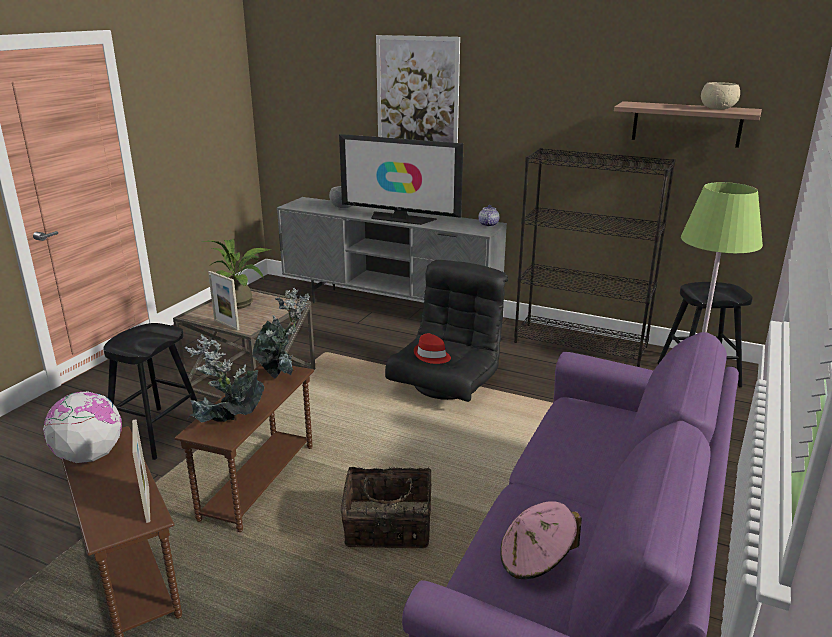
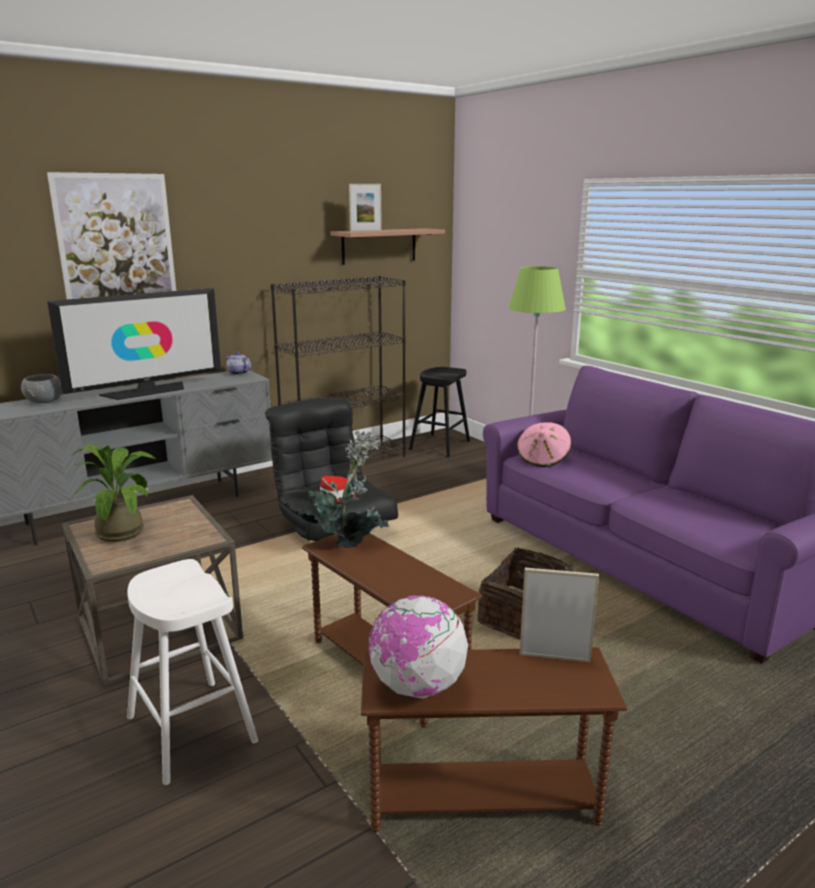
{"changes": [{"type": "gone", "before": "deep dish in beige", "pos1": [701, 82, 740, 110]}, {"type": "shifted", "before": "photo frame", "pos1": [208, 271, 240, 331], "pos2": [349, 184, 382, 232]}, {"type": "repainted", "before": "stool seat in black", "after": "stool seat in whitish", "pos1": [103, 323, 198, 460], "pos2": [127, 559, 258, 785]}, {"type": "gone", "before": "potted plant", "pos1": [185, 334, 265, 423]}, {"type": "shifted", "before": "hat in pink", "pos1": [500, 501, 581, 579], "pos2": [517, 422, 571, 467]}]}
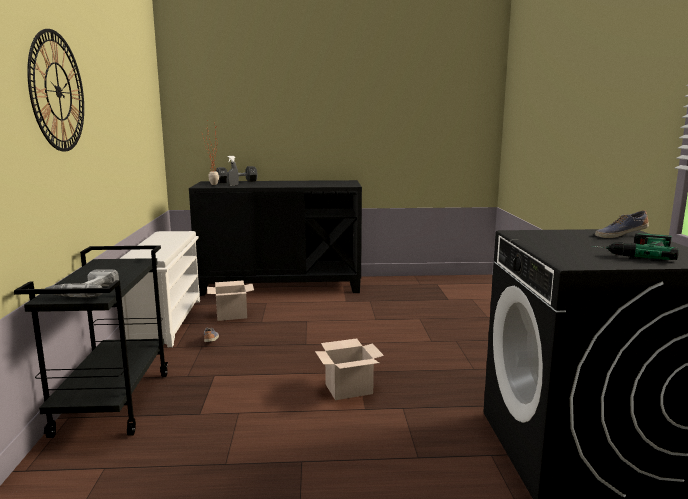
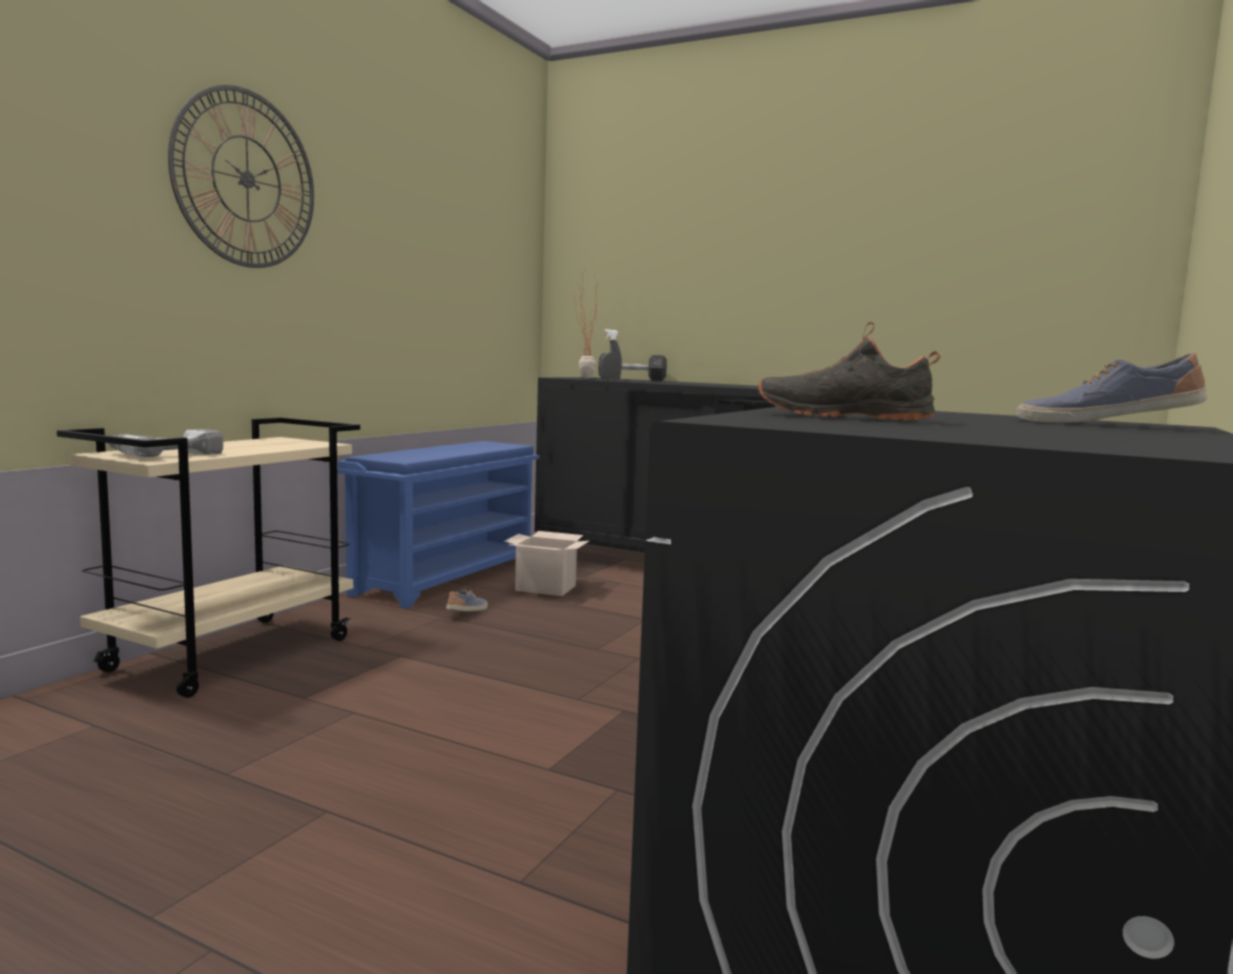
{"changes": [{"type": "repainted", "before": "shoe rack in whitish", "after": "shoe rack in blue-coloured", "pos1": [119, 231, 200, 347], "pos2": [337, 441, 540, 609]}, {"type": "gone", "before": "electric drill", "pos1": [592, 233, 679, 260]}, {"type": "repainted", "before": "cart in black", "after": "cart in beige", "pos1": [14, 245, 168, 438], "pos2": [57, 417, 360, 698]}, {"type": "gone", "before": "carton", "pos1": [315, 338, 384, 400]}, {"type": "new", "after": "item of footwear in black", "pos2": [758, 322, 941, 421]}]}
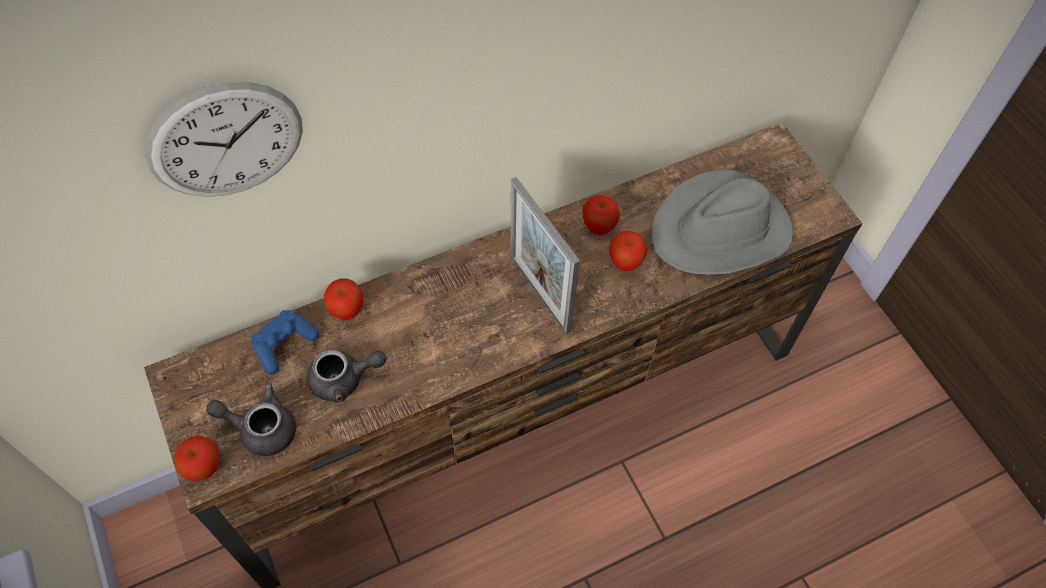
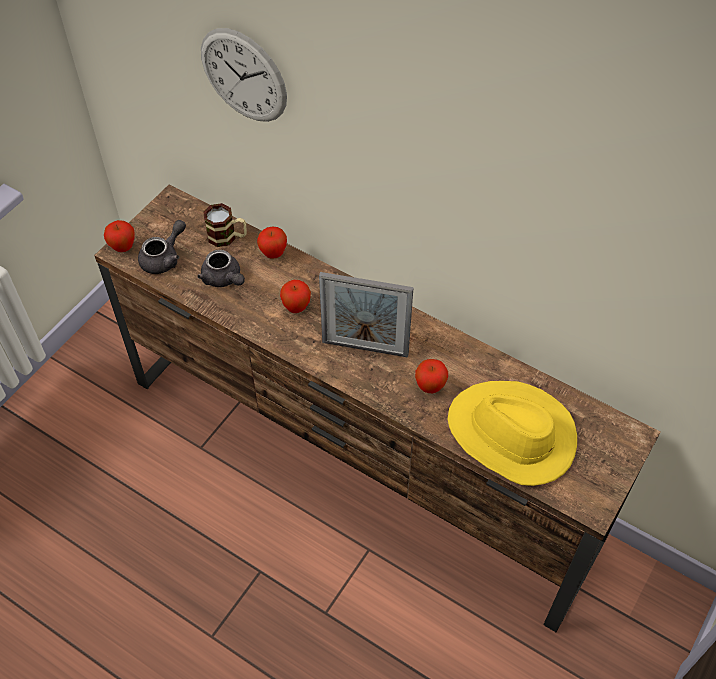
{"changes": [{"type": "repainted", "before": "hat in greyish", "after": "hat in yellow-coloured", "pos1": [651, 170, 793, 275], "pos2": [447, 381, 577, 486]}, {"type": "rotated", "before": "photo frame", "pos1": [510, 177, 580, 334], "pos2": [319, 272, 414, 358], "turn": -105}, {"type": "shifted", "before": "whole apple", "pos1": [582, 195, 620, 235], "pos2": [280, 280, 311, 313]}, {"type": "swapped", "before": "gamepad in blue-coloured", "after": "tea mug", "pos1": [251, 310, 319, 374], "pos2": [203, 203, 247, 247]}, {"type": "rotated", "before": "pot for tea in greyish", "pos1": [206, 383, 296, 456], "pos2": [138, 220, 186, 274], "turn": 60}]}
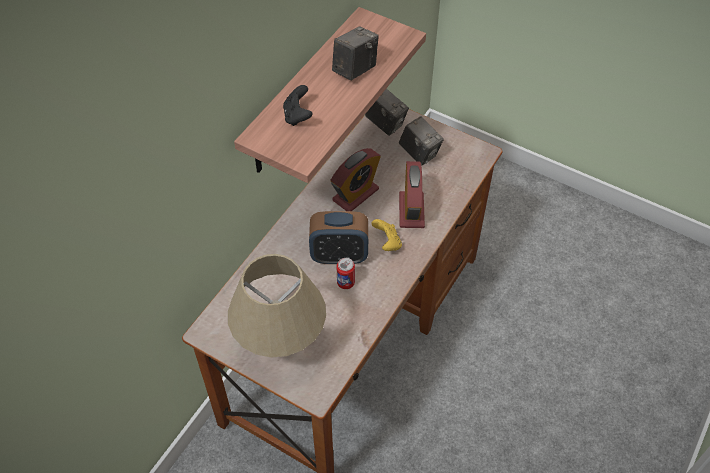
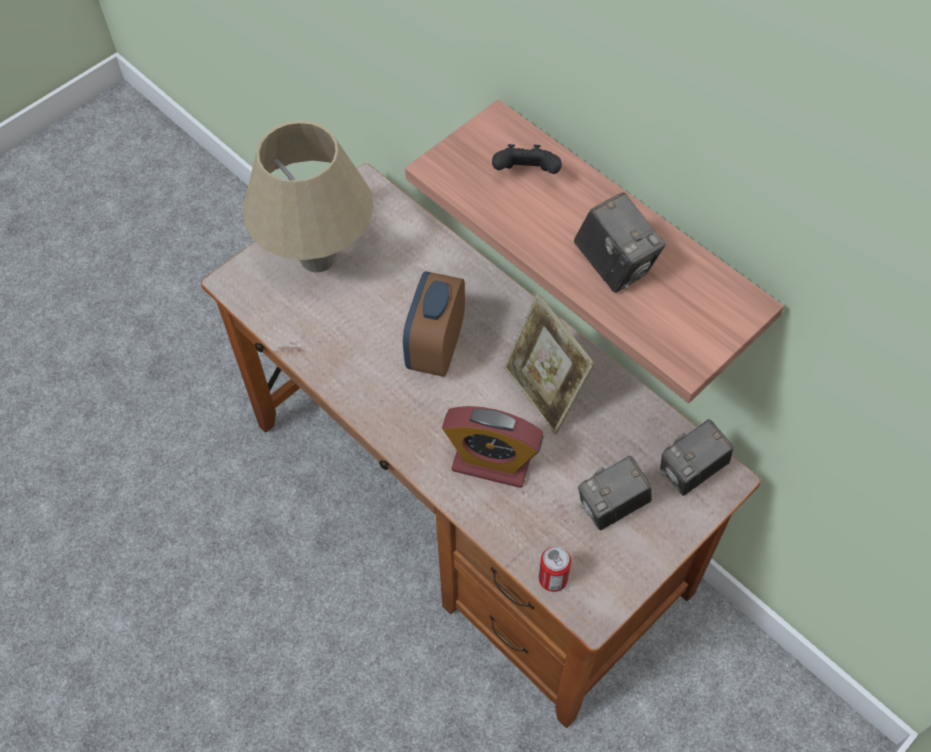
{"changes": [{"type": "swapped", "before": "alarm clock", "after": "photo frame", "pos1": [331, 148, 381, 211], "pos2": [504, 294, 595, 435]}, {"type": "gone", "before": "gamepad in yellow-coloured", "pos1": [371, 219, 402, 251]}, {"type": "shifted", "before": "metal can", "pos1": [337, 258, 355, 289], "pos2": [539, 546, 571, 592]}]}
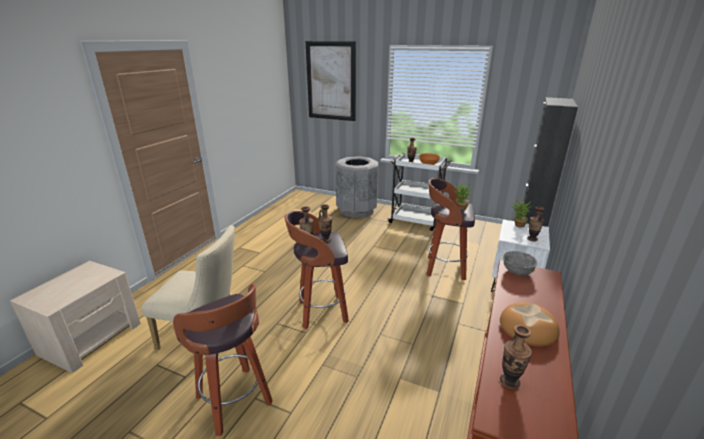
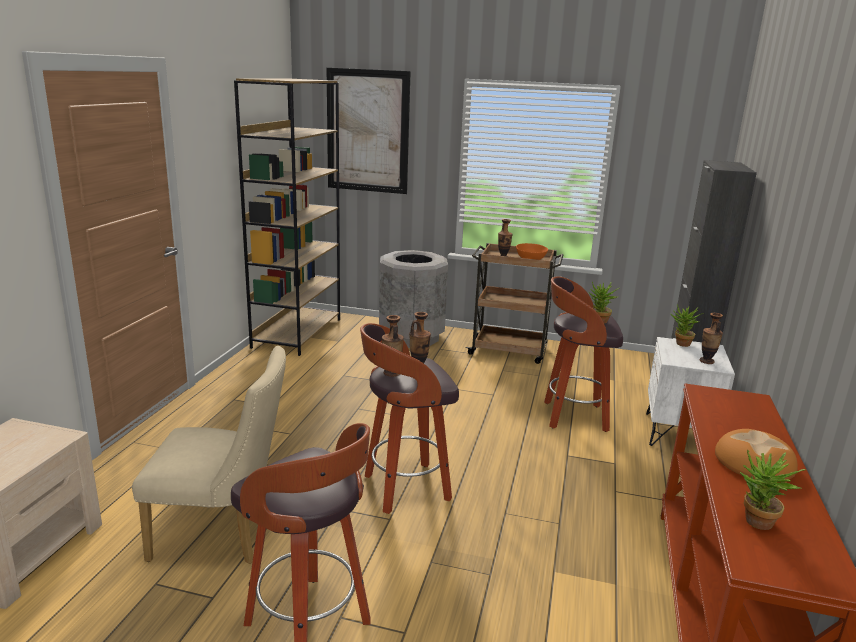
{"changes": [{"type": "repainted", "before": "cart in whitish", "after": "cart in brown-coloured", "pos1": [387, 153, 451, 231], "pos2": [465, 243, 563, 364]}, {"type": "gone", "before": "deep dish in greyish", "pos1": [503, 251, 537, 276]}, {"type": "swapped", "before": "vase", "after": "potted plant", "pos1": [500, 324, 532, 389], "pos2": [740, 450, 806, 530]}, {"type": "new", "after": "bookcase in brown-coloured", "pos2": [234, 78, 340, 356]}]}
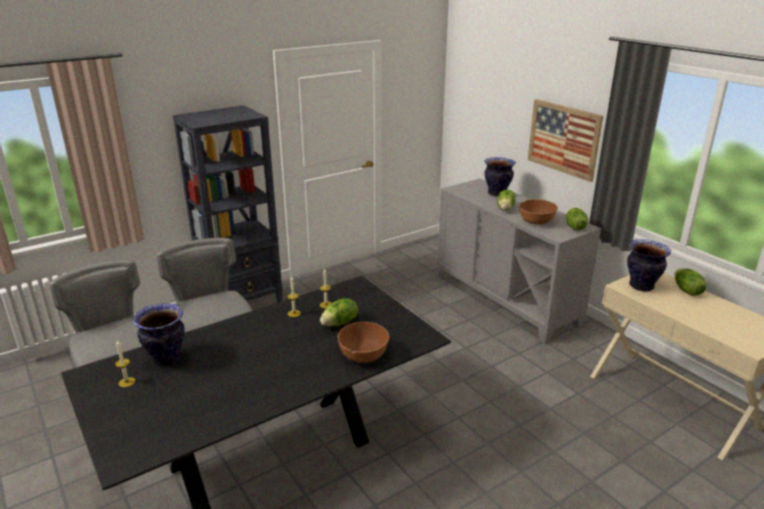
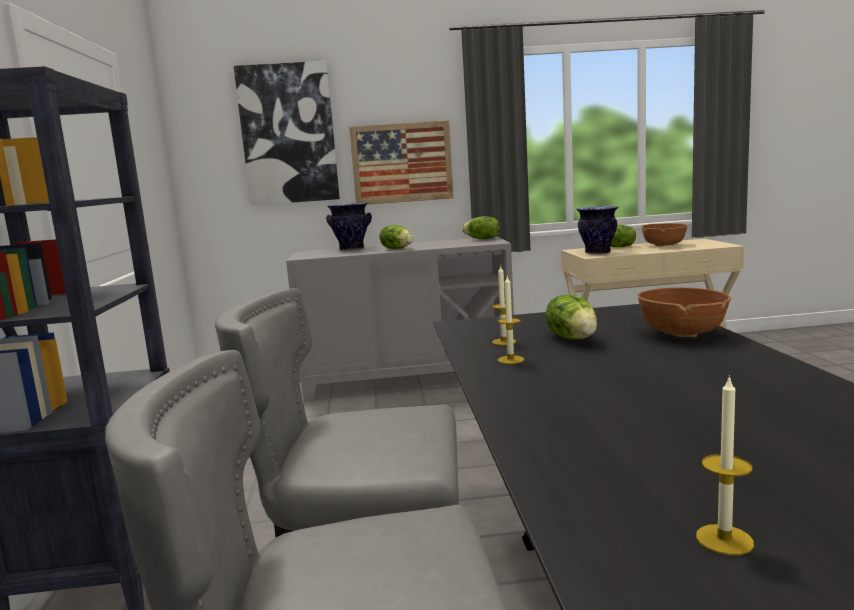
{"changes": [{"type": "shifted", "before": "deep dish in brown-coloured", "pos1": [519, 199, 558, 225], "pos2": [642, 223, 688, 247]}, {"type": "gone", "before": "vase", "pos1": [133, 303, 185, 367]}, {"type": "new", "after": "picture", "pos2": [234, 61, 340, 205]}]}
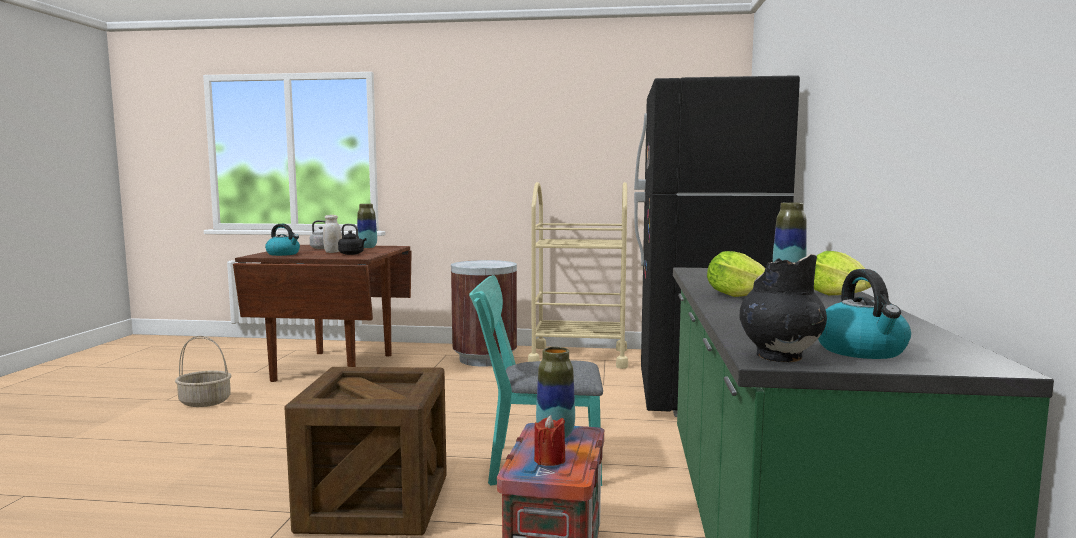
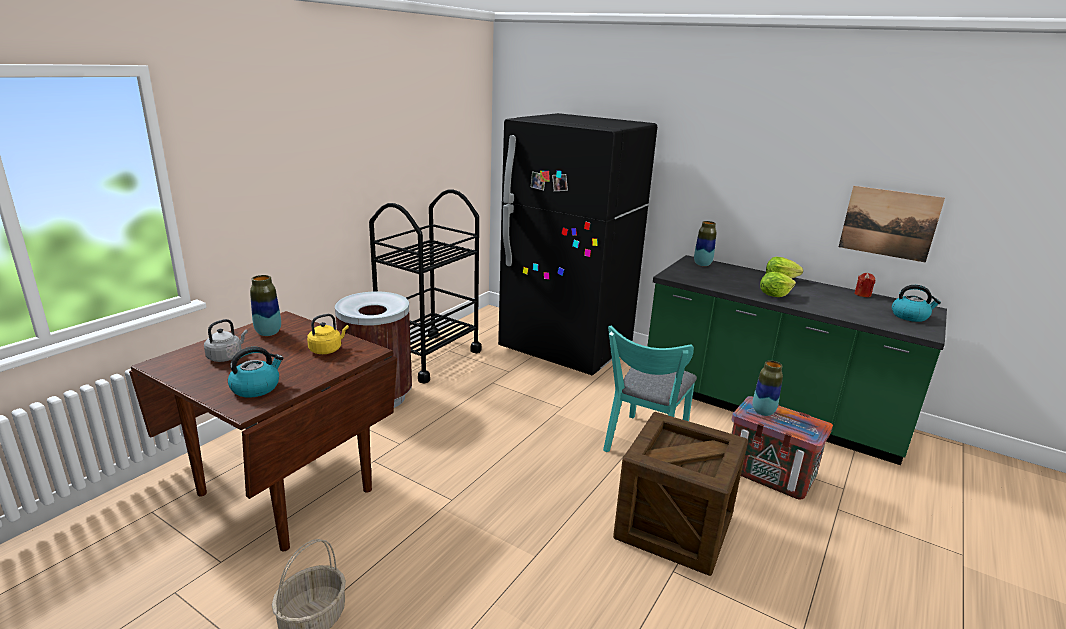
{"changes": [{"type": "repainted", "before": "cart in beige", "after": "cart in black", "pos1": [528, 182, 628, 369], "pos2": [369, 190, 481, 384]}, {"type": "gone", "before": "preserve jar in whitish", "pos1": [323, 215, 341, 253]}, {"type": "repainted", "before": "water kettle in black", "after": "water kettle in yellow-coloured", "pos1": [338, 224, 366, 255], "pos2": [307, 314, 349, 354]}, {"type": "gone", "before": "vase in black", "pos1": [739, 254, 827, 362]}, {"type": "shifted", "before": "candle in reddish", "pos1": [534, 415, 565, 466], "pos2": [854, 273, 876, 297]}, {"type": "new", "after": "picture", "pos2": [839, 186, 945, 263]}]}
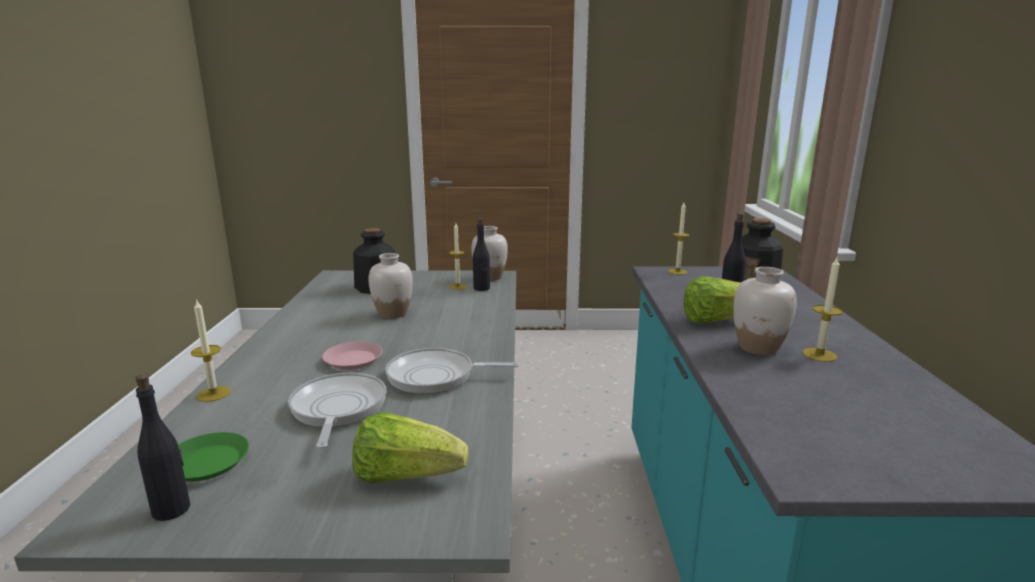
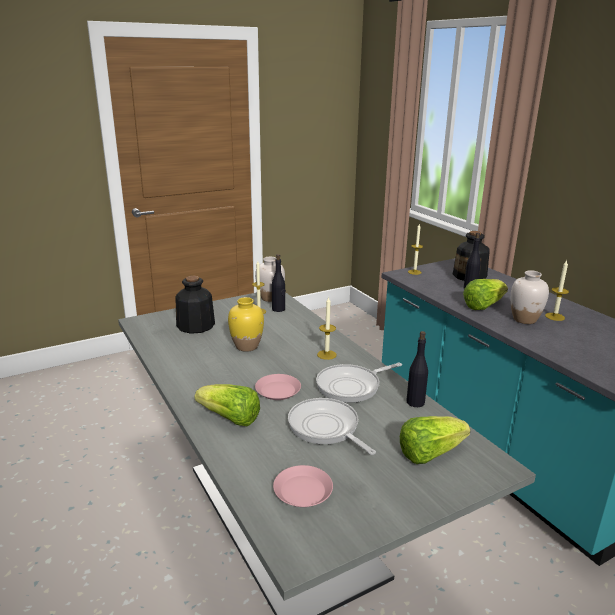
{"changes": [{"type": "repainted", "before": "vase in whitish", "after": "vase in yellow-coloured", "pos1": [368, 253, 413, 319], "pos2": [228, 297, 264, 352]}, {"type": "shifted", "before": "candle", "pos1": [191, 299, 231, 402], "pos2": [317, 296, 336, 360]}, {"type": "shifted", "before": "bottle in black", "pos1": [135, 374, 190, 521], "pos2": [406, 331, 428, 407]}, {"type": "repainted", "before": "dinner plate in green-coloured", "after": "dinner plate in pink", "pos1": [178, 432, 249, 482], "pos2": [273, 465, 333, 507]}, {"type": "new", "after": "lettuce", "pos2": [194, 384, 260, 426]}]}
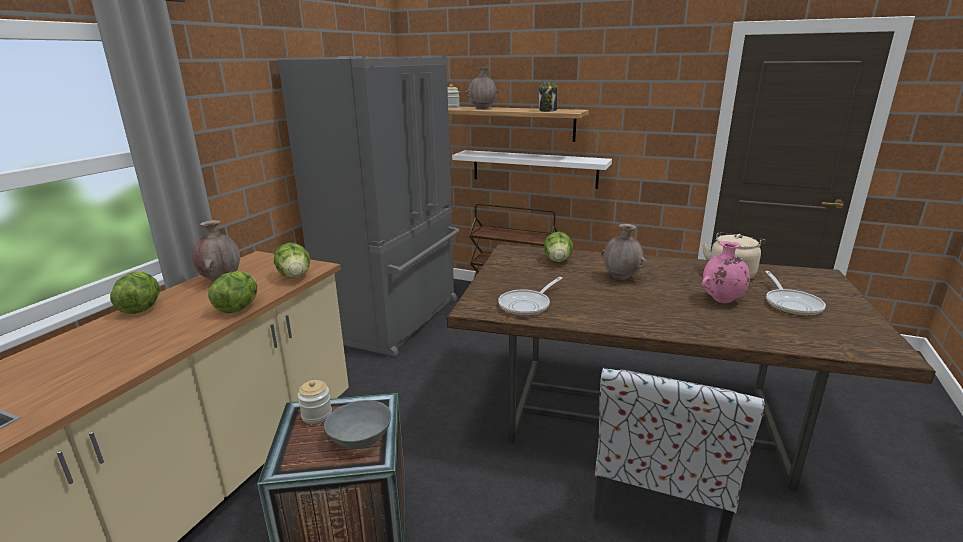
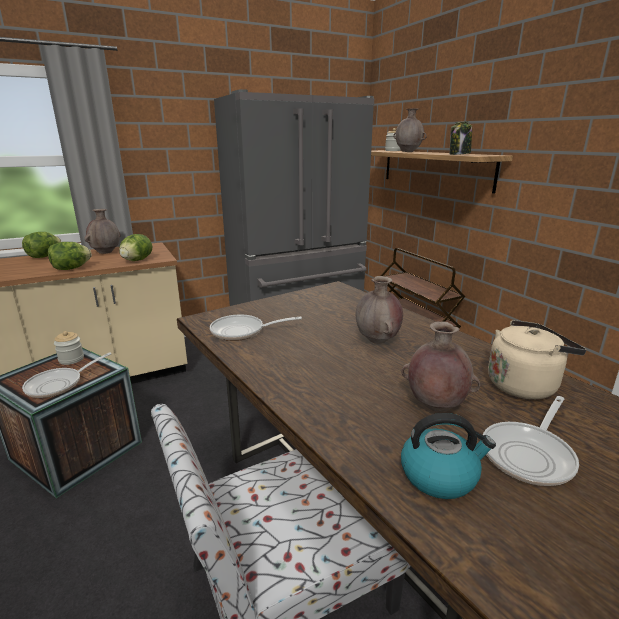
{"changes": [{"type": "gone", "before": "wall shelf in whitish", "pos1": [452, 150, 612, 189]}, {"type": "gone", "before": "lettuce", "pos1": [544, 232, 573, 262]}, {"type": "repainted", "before": "vase in pink", "after": "vase in brown-coloured", "pos1": [702, 241, 750, 303], "pos2": [401, 321, 480, 412]}, {"type": "swapped", "before": "deep dish in greyish", "after": "skillet", "pos1": [324, 400, 391, 449], "pos2": [22, 352, 111, 398]}, {"type": "new", "after": "water kettle", "pos2": [401, 413, 496, 499]}]}
